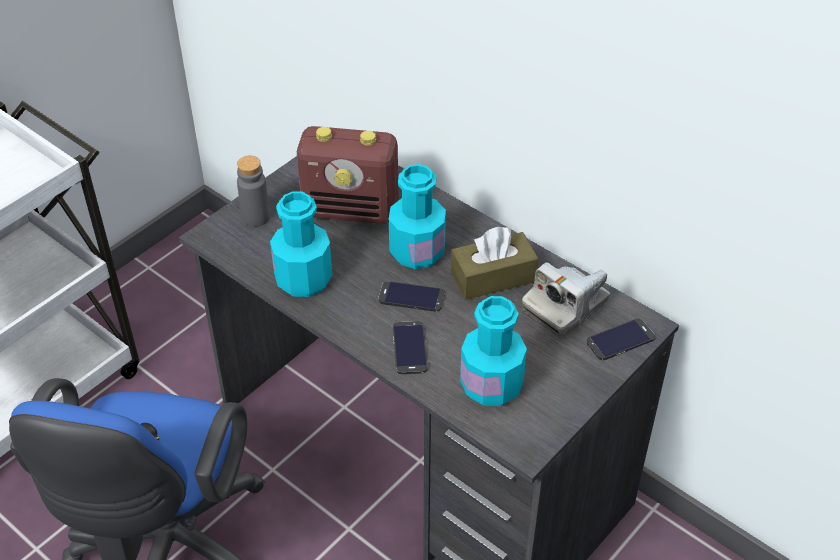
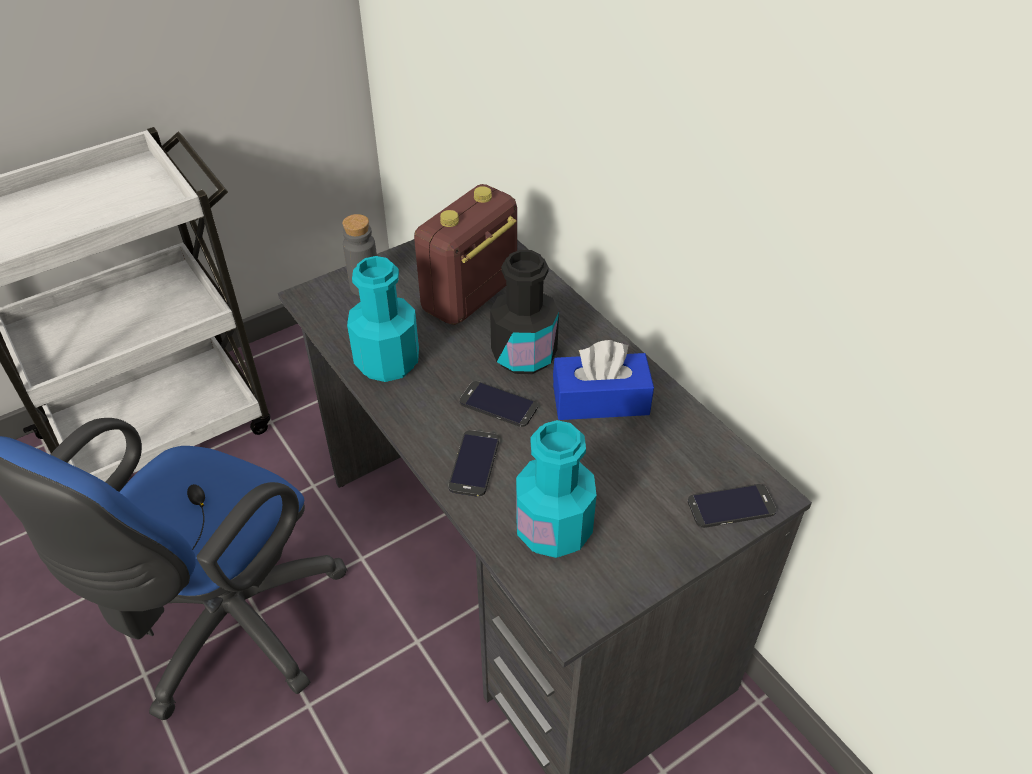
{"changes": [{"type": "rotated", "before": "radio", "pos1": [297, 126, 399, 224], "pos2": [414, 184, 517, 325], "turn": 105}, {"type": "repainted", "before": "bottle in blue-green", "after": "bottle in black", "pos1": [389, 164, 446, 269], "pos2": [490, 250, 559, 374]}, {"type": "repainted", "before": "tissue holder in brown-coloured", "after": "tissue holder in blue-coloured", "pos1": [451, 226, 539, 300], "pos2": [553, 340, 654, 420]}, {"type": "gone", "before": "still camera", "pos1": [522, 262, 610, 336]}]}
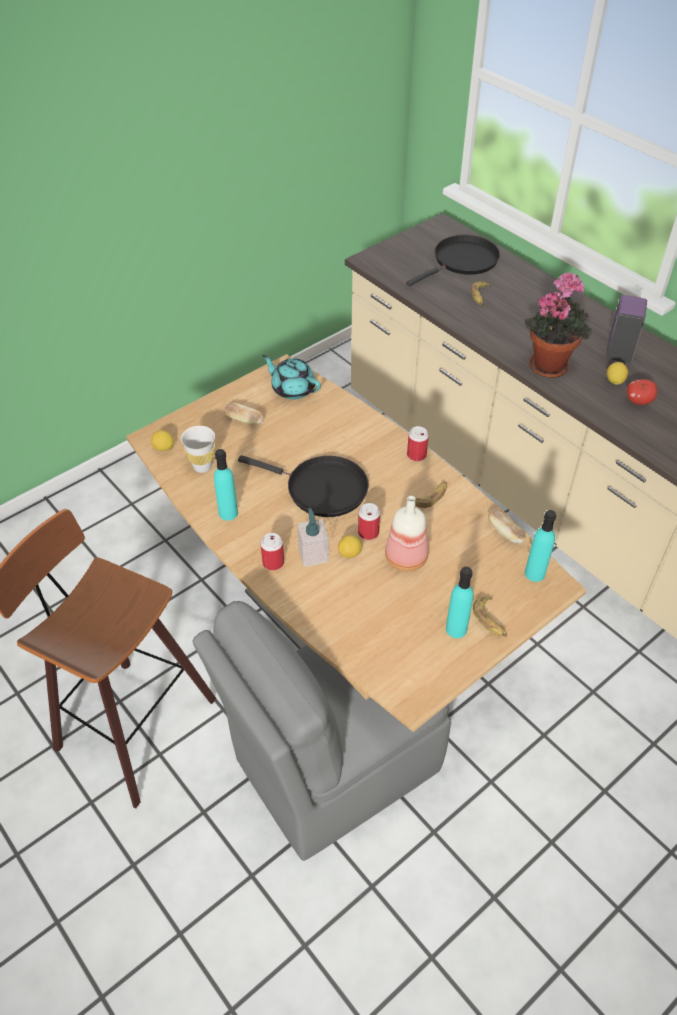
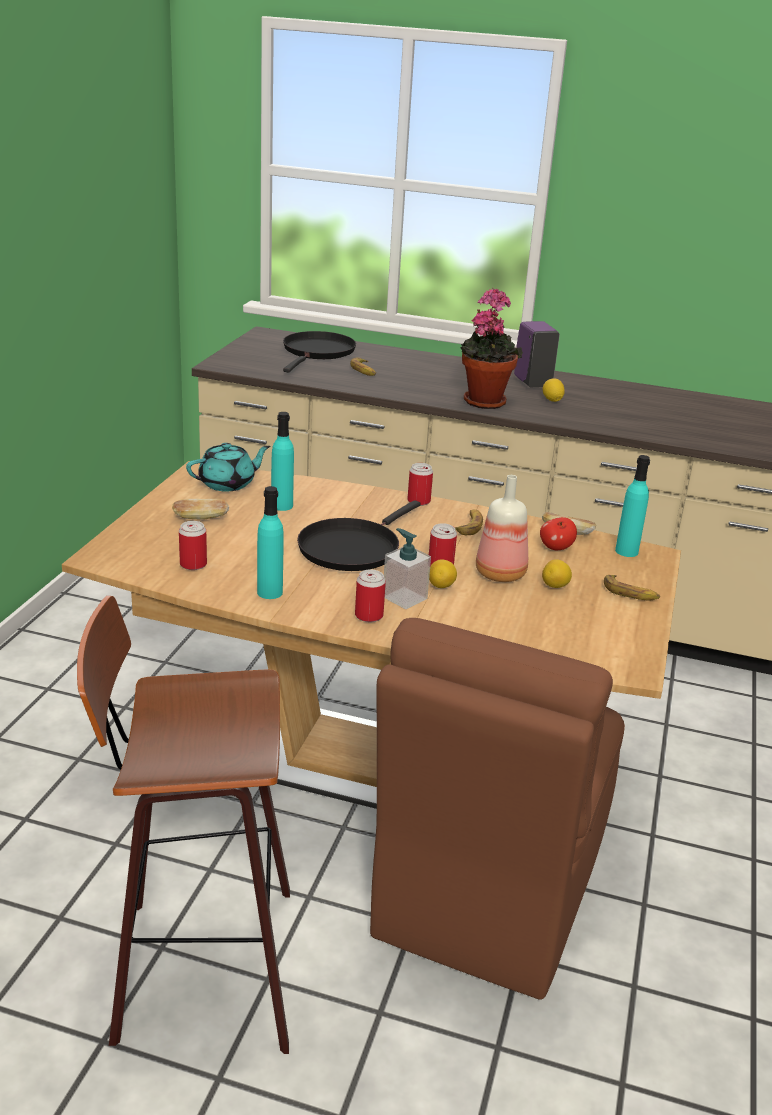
{"changes": [{"type": "rotated", "before": "pot for tea in blue-green", "pos1": [262, 355, 321, 400], "pos2": [186, 443, 270, 492], "turn": 150}, {"type": "shifted", "before": "whole apple", "pos1": [627, 379, 657, 405], "pos2": [540, 517, 577, 550]}, {"type": "swapped", "before": "drinking cup in whitish", "after": "metal can", "pos1": [181, 426, 215, 473], "pos2": [179, 521, 207, 570]}, {"type": "shifted", "before": "citrus fruit", "pos1": [151, 430, 174, 451], "pos2": [542, 559, 572, 588]}, {"type": "rotated", "before": "skillet in black", "pos1": [238, 455, 369, 517], "pos2": [297, 500, 421, 571], "turn": 135}, {"type": "shifted", "before": "bottle in blue-green", "pos1": [446, 567, 473, 638], "pos2": [271, 412, 294, 511]}, {"type": "repainted", "before": "upright chair in greyish", "after": "upright chair in brown-coloured", "pos1": [193, 601, 451, 861], "pos2": [370, 618, 625, 1000]}]}
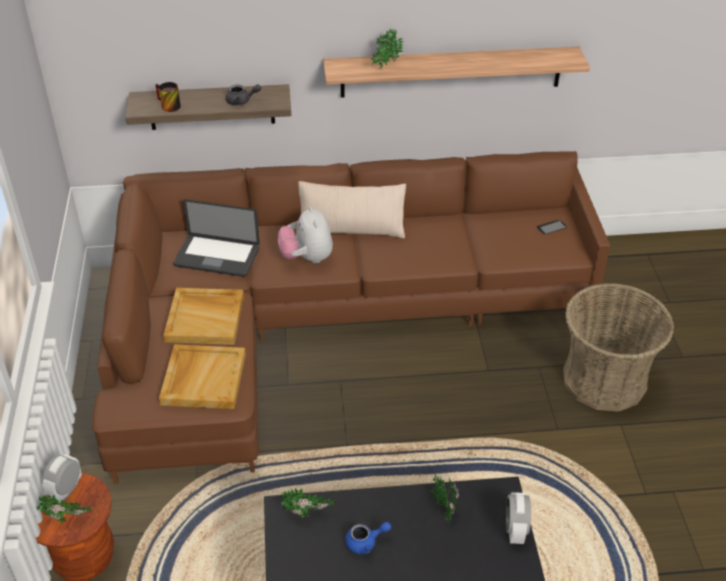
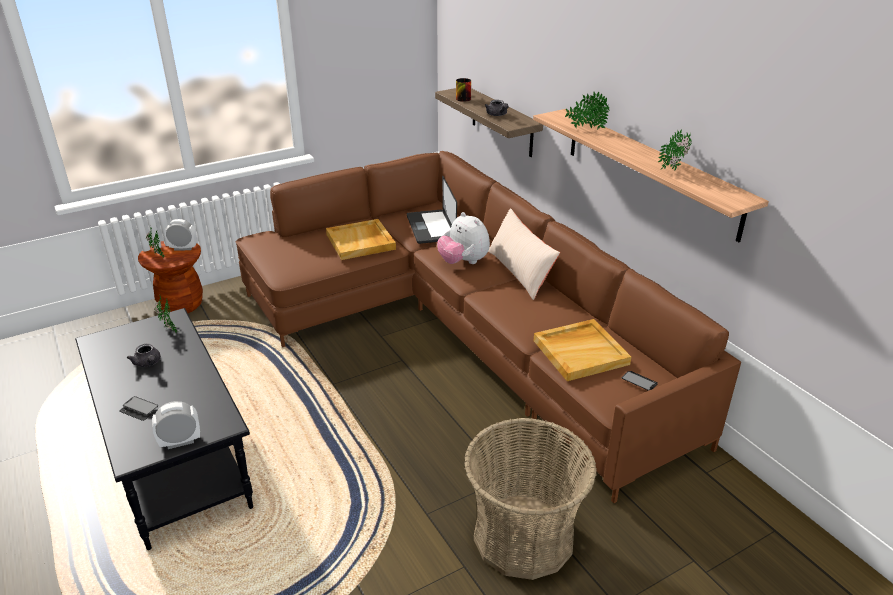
{"changes": [{"type": "rotated", "before": "cuddly toy", "pos1": [278, 207, 333, 263], "pos2": [437, 212, 490, 264], "turn": -90}, {"type": "shifted", "before": "carrying tray in beige", "pos1": [159, 344, 246, 409], "pos2": [533, 319, 631, 381]}, {"type": "shifted", "before": "potted plant", "pos1": [430, 474, 460, 525], "pos2": [658, 129, 692, 171]}, {"type": "repainted", "before": "pot for tea in blue-coloured", "after": "pot for tea in greyish", "pos1": [345, 522, 391, 554], "pos2": [127, 344, 161, 367]}, {"type": "new", "after": "telephone", "pos2": [119, 396, 158, 421]}]}
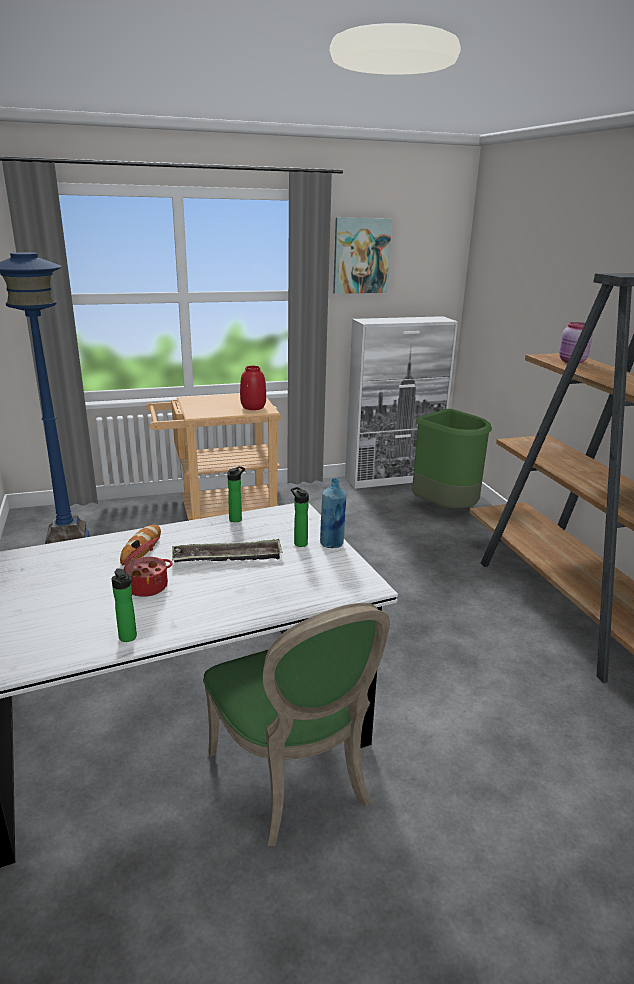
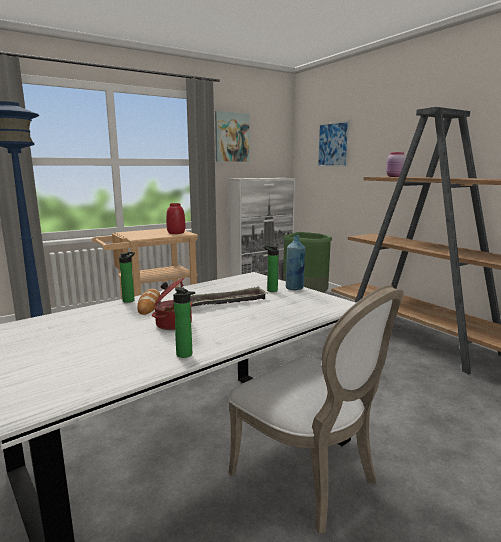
{"changes": [{"type": "shifted", "before": "bottle", "pos1": [227, 466, 245, 522], "pos2": [119, 252, 135, 303]}, {"type": "repainted", "before": "upright chair in green-coloured", "after": "upright chair in whitish", "pos1": [203, 603, 390, 846], "pos2": [228, 285, 404, 534]}, {"type": "new", "after": "picture", "pos2": [317, 120, 350, 167]}]}
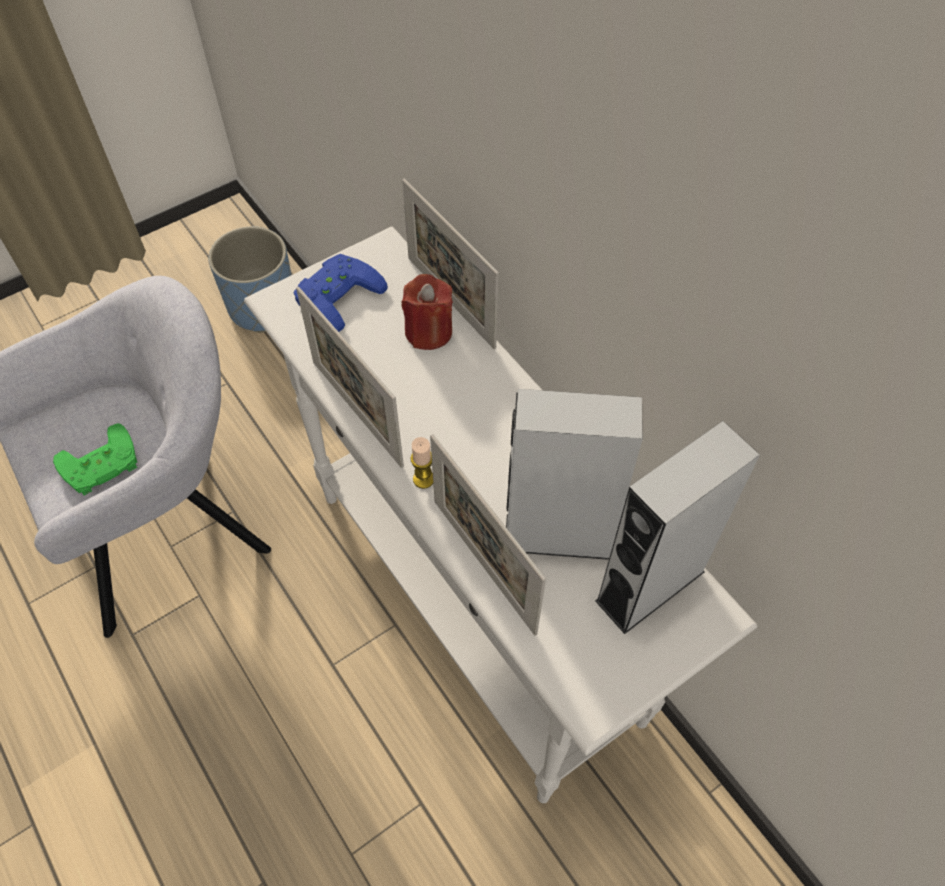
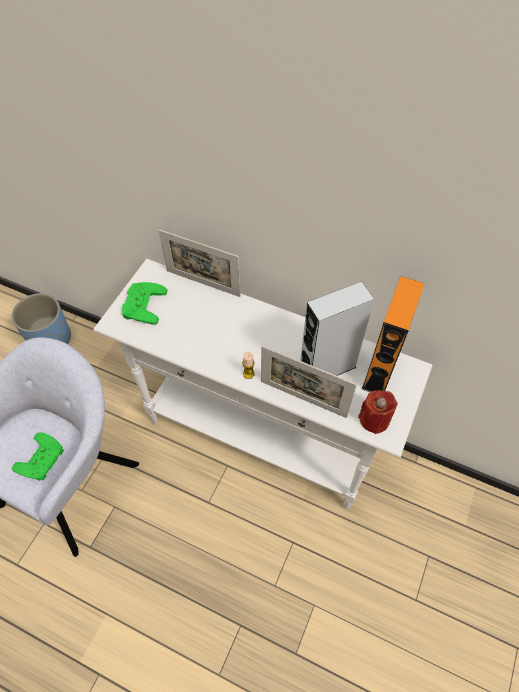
{"changes": [{"type": "repainted", "before": "gamepad in blue-coloured", "after": "gamepad in green-coloured", "pos1": [293, 254, 388, 332], "pos2": [122, 282, 167, 324]}, {"type": "shifted", "before": "candle in reddish", "pos1": [401, 274, 453, 350], "pos2": [358, 390, 398, 434]}, {"type": "gone", "before": "photo frame", "pos1": [296, 287, 404, 468]}, {"type": "repainted", "before": "speaker in greyish", "after": "speaker in orangey", "pos1": [595, 421, 760, 634], "pos2": [362, 276, 425, 392]}]}
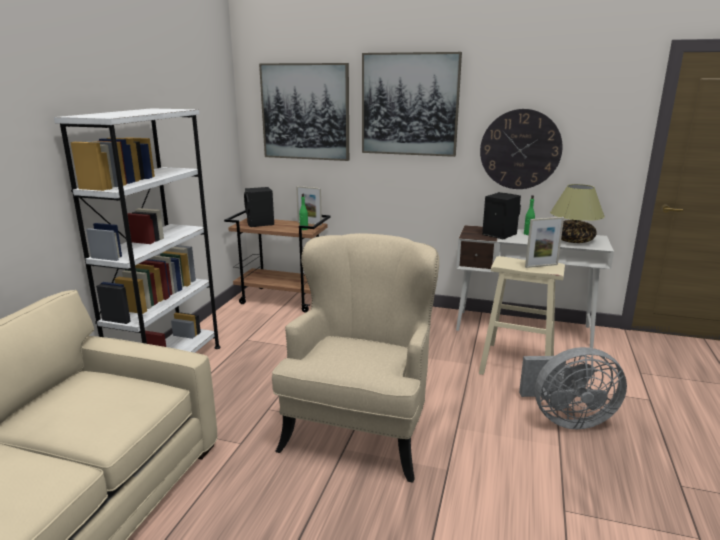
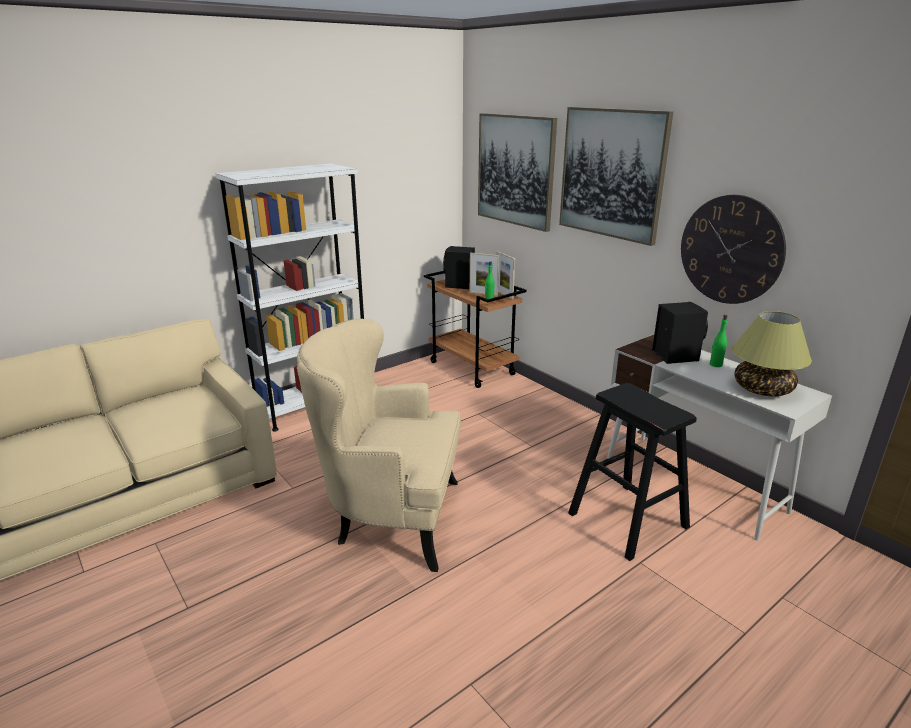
{"changes": [{"type": "shifted", "before": "photo frame", "pos1": [525, 217, 564, 268], "pos2": [470, 253, 499, 296]}, {"type": "rotated", "before": "armchair in beige", "pos1": [272, 233, 439, 483], "pos2": [297, 318, 461, 572], "turn": -135}, {"type": "repainted", "before": "stool seat in beige", "after": "stool seat in black", "pos1": [479, 256, 565, 375], "pos2": [568, 383, 697, 561]}, {"type": "gone", "before": "cooling fan in greyish", "pos1": [519, 347, 627, 429]}]}
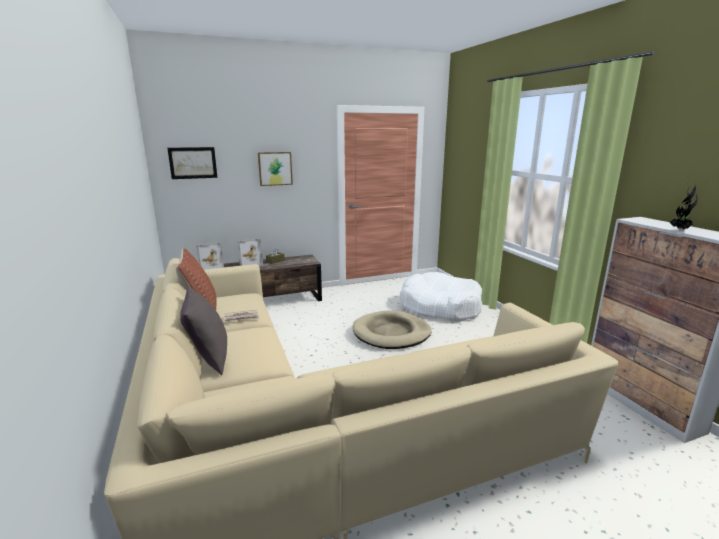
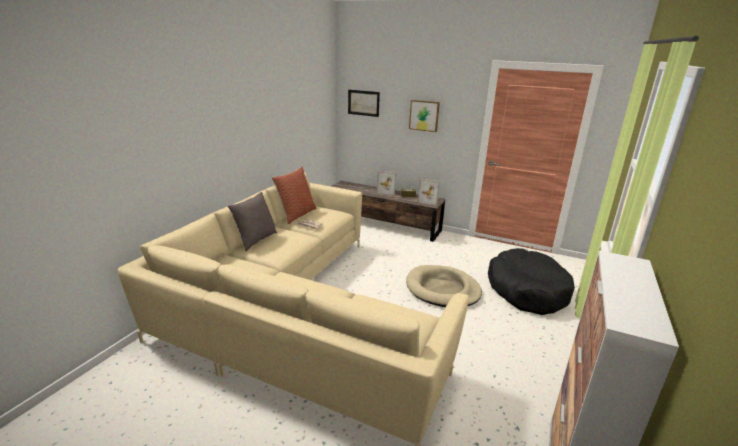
{"changes": [{"type": "gone", "before": "potted plant", "pos1": [669, 181, 698, 230]}, {"type": "shifted", "before": "photo frame", "pos1": [197, 242, 224, 270], "pos2": [418, 179, 440, 206]}, {"type": "repainted", "before": "pet bed in whitish", "after": "pet bed in black", "pos1": [400, 272, 482, 322], "pos2": [488, 248, 575, 315]}]}
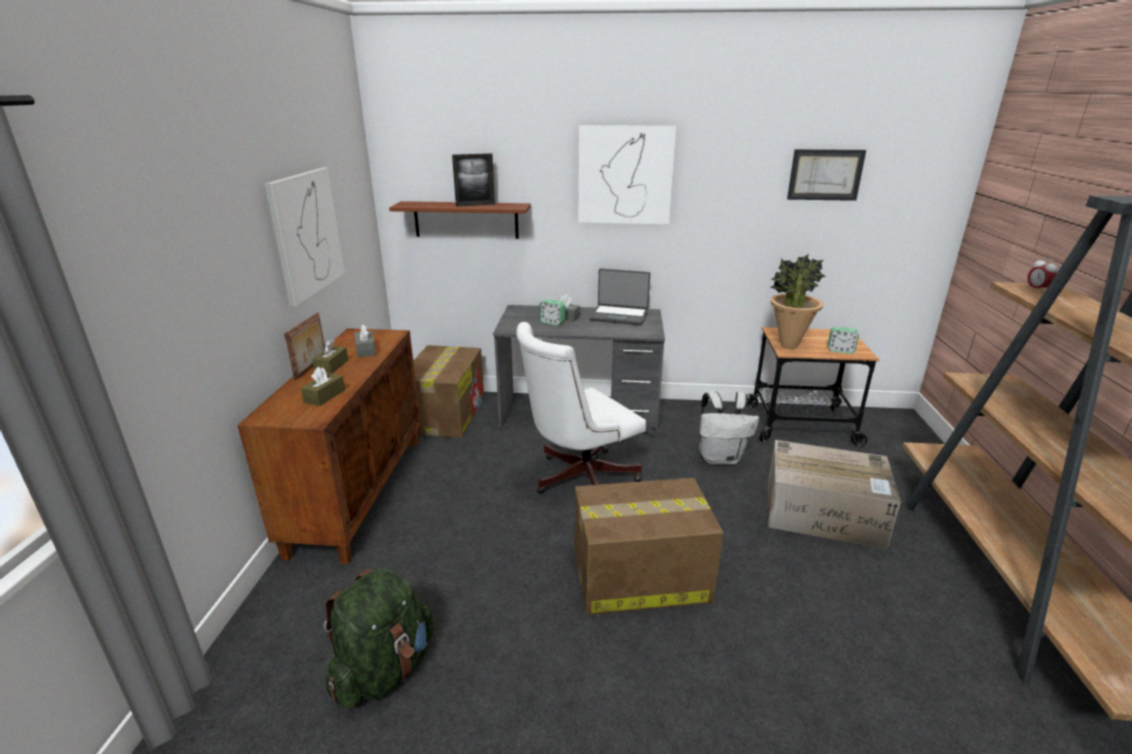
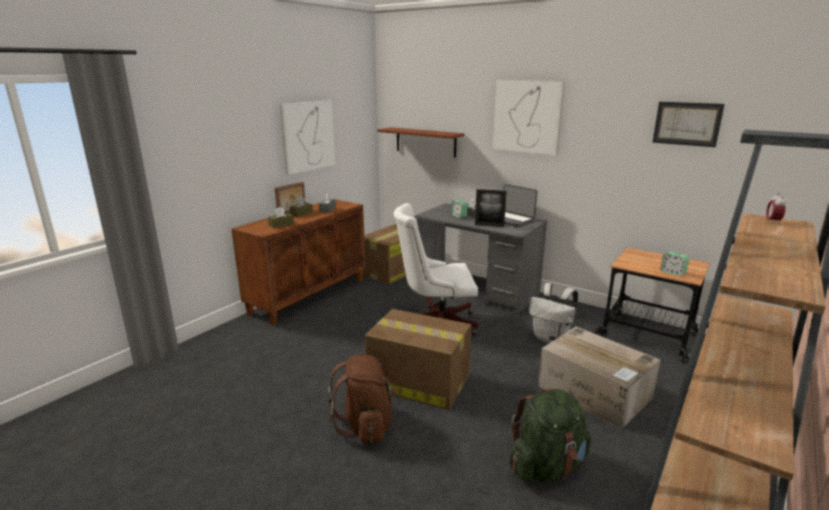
{"changes": [{"type": "shifted", "before": "photo frame", "pos1": [452, 153, 495, 207], "pos2": [475, 189, 507, 227]}, {"type": "gone", "before": "potted plant", "pos1": [770, 254, 826, 349]}, {"type": "shifted", "before": "backpack in green-coloured", "pos1": [324, 569, 434, 709], "pos2": [509, 388, 591, 483]}, {"type": "new", "after": "backpack in brown-coloured", "pos2": [328, 355, 397, 444]}]}
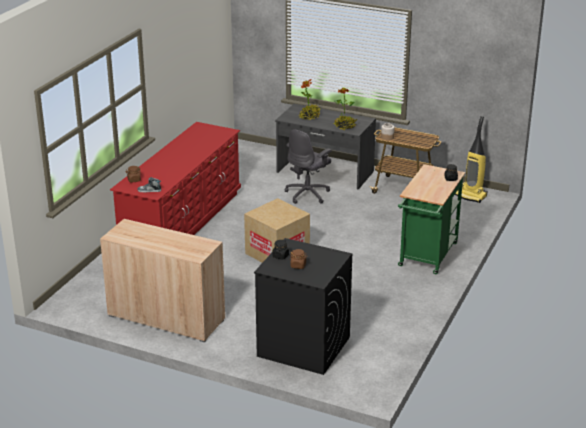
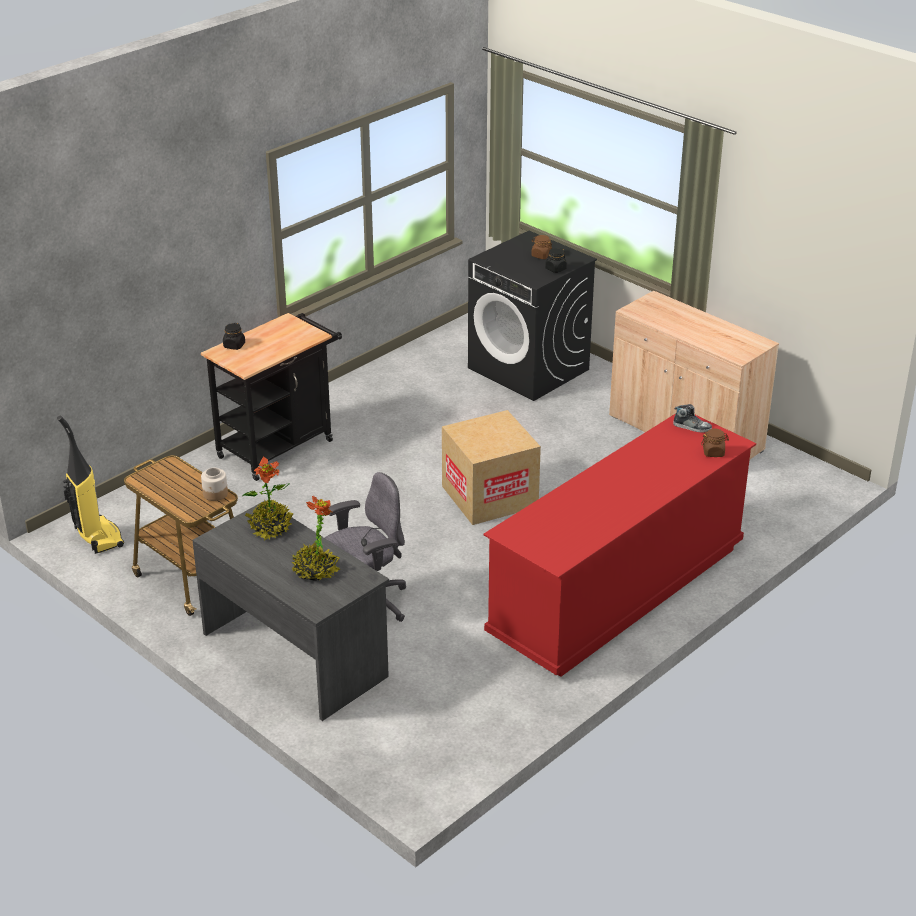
{"changes": [{"type": "repainted", "before": "cart in green-coloured", "after": "cart in black", "pos1": [398, 164, 465, 274], "pos2": [201, 313, 342, 481]}]}
